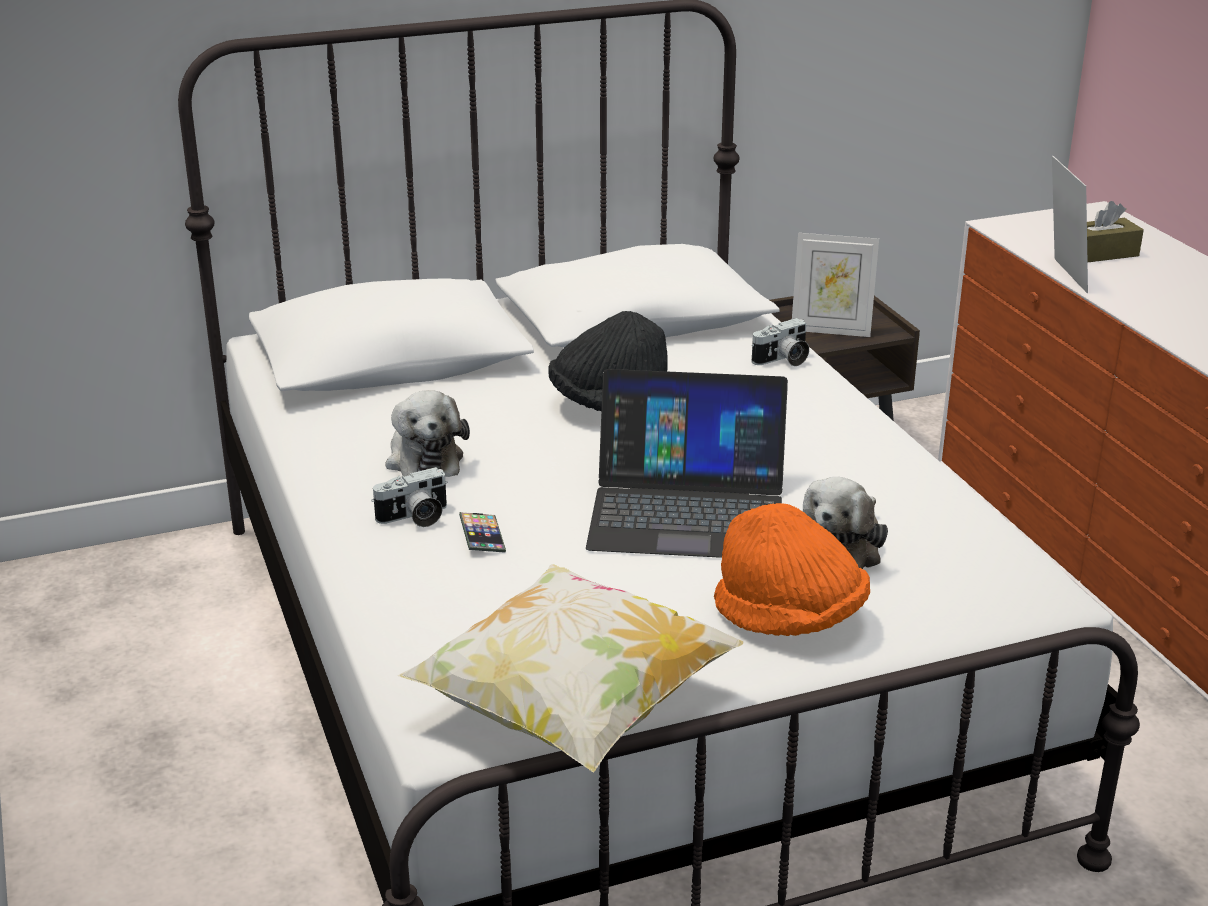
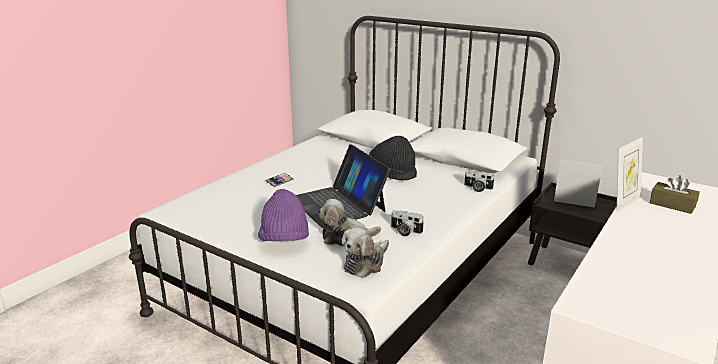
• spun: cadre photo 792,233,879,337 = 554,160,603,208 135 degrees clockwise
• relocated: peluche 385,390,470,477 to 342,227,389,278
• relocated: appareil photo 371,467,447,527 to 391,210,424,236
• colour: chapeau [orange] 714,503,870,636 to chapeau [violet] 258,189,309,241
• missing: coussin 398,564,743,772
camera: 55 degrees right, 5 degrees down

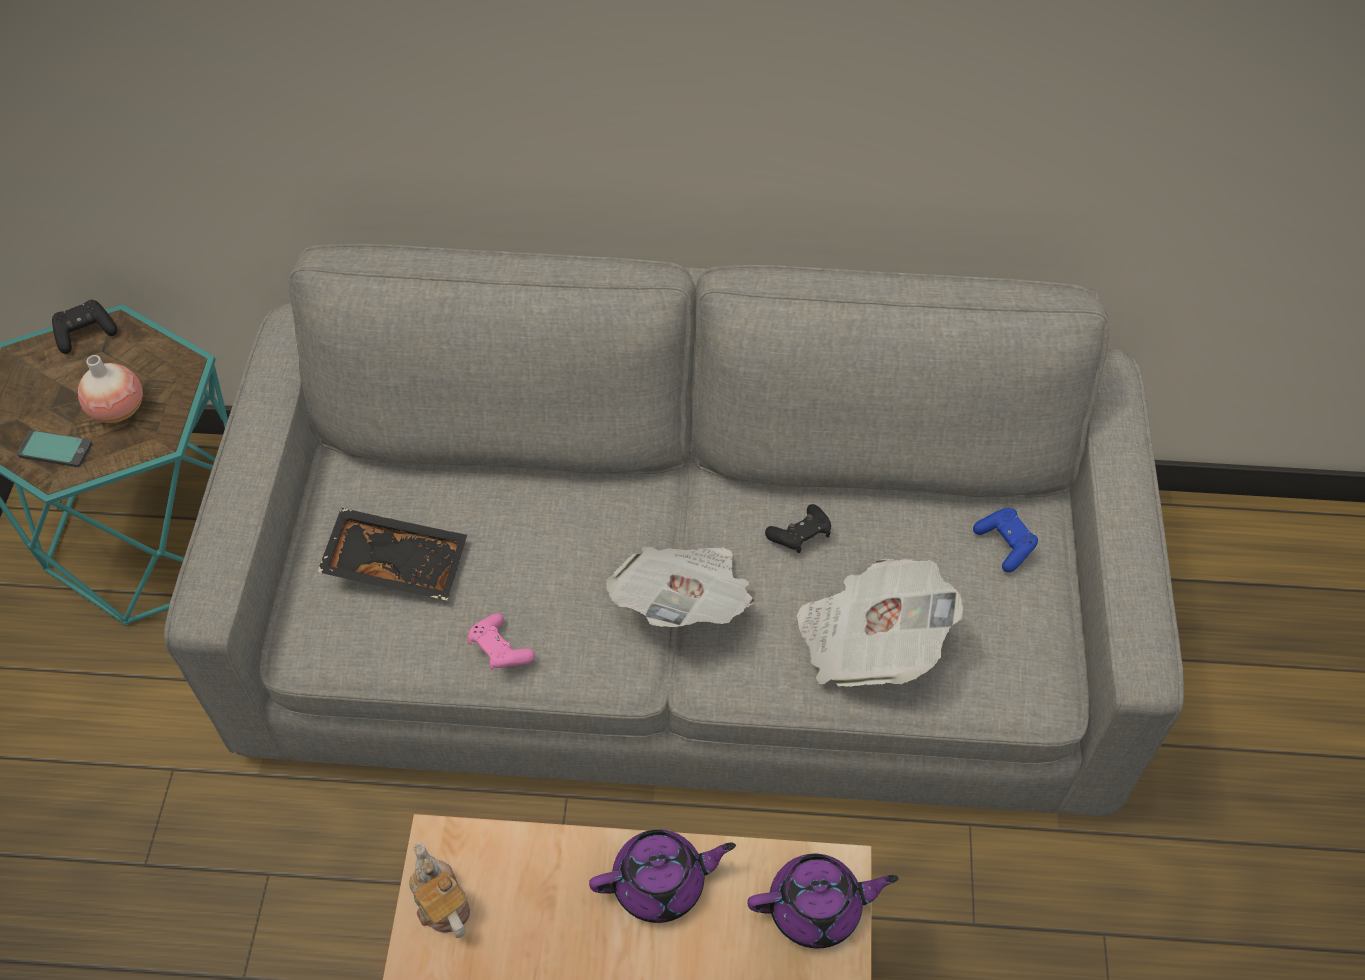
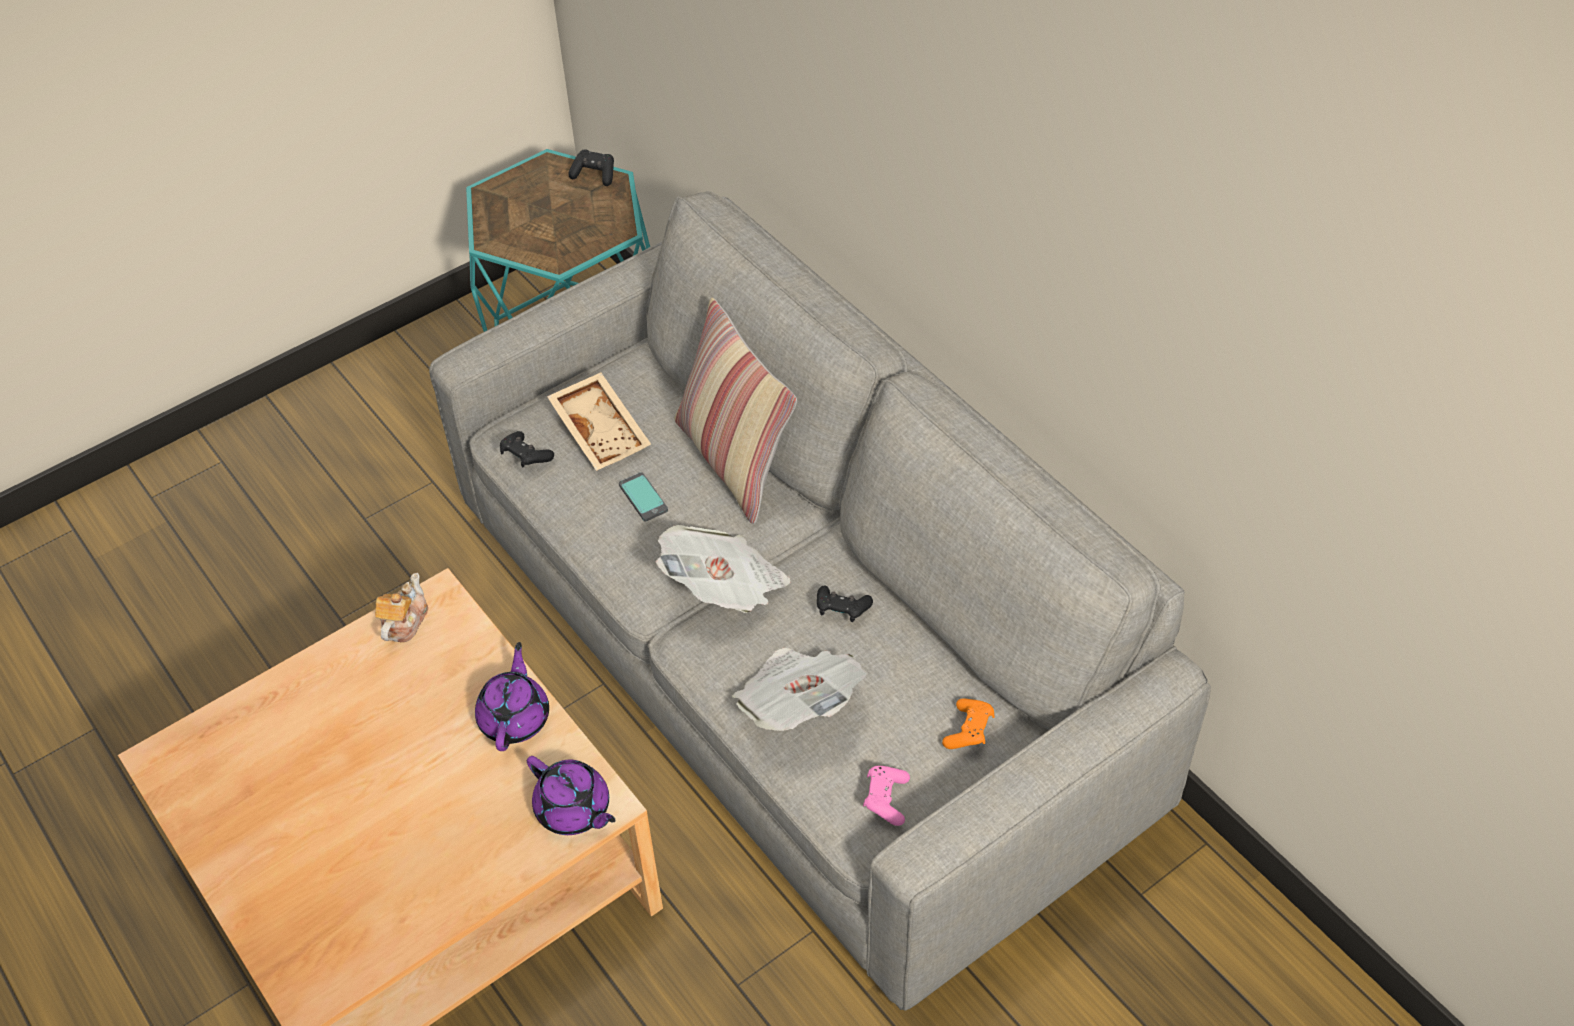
• missing: vase 78,355,143,423
• relocated: téléphone 17,430,93,467 to 619,472,668,522
• colour: plateau [noir] 318,508,467,601 to plateau [beige] 547,372,651,471
• colour: manette [bleu] 973,508,1038,572 to manette [orange] 942,699,995,749
• relocated: manette [rose] 468,613,535,670 to 863,766,910,826
• spun: théière [violet] 589,829,736,923 = 475,642,549,751 120 degrees counterclockwise
• appeared: coussin 675,298,797,524
• appeared: manette [noir] 500,431,554,468
camera: 50 degrees right, 5 degrees down

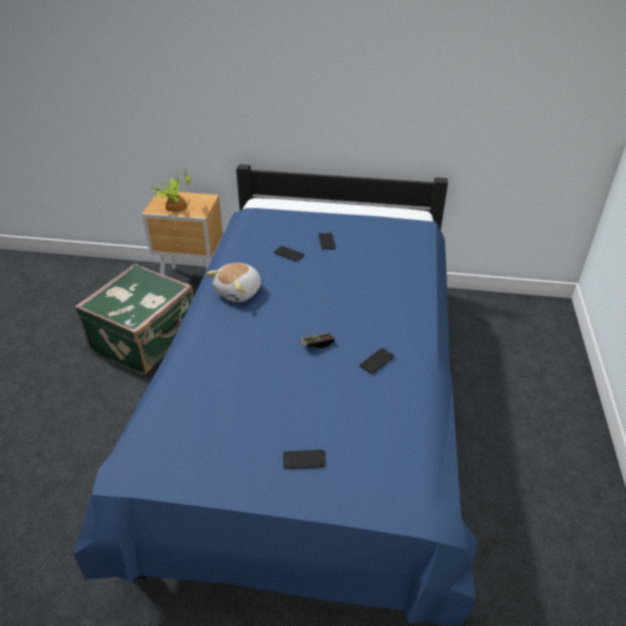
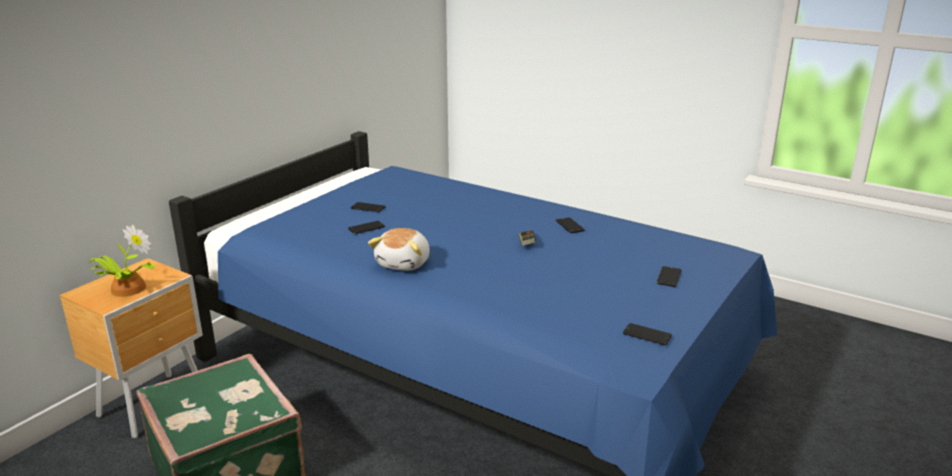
• spun: peluche 206,263,261,302 = 368,228,430,271 45 degrees clockwise
• appeared: téléphone 623,323,672,345
camera: 65 degrees left, 15 degrees down

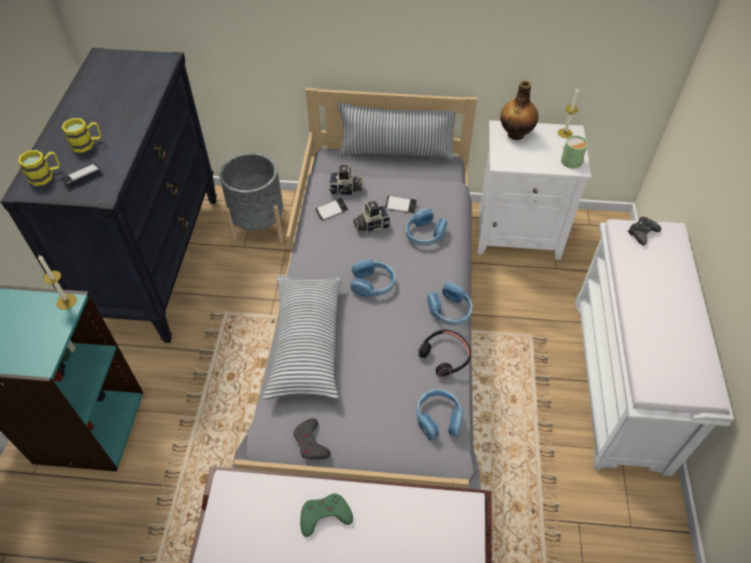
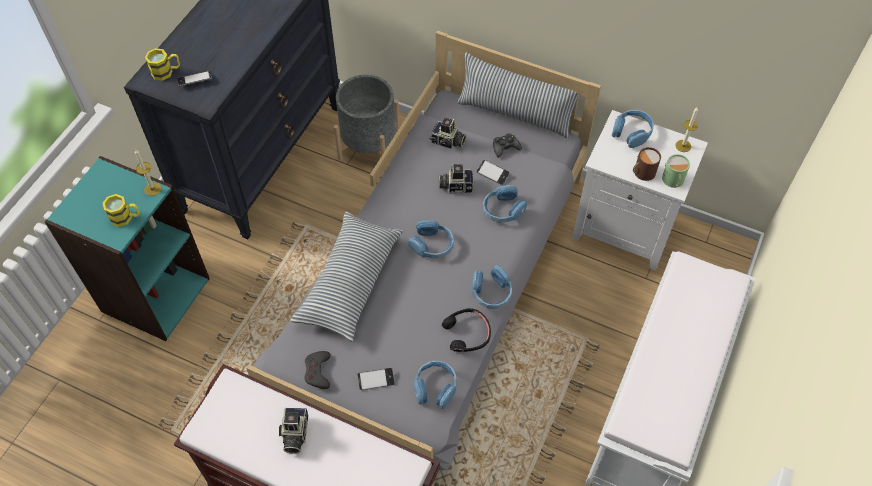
• exchanged: bouteille 500,80,538,140 to casque audio [bleu] 612,110,654,148
• relocated: mug [jaune] 61,118,101,153 to 103,194,140,227
• relocated: téléphone 315,198,348,221 to 357,368,395,390
• relocated: manette [noir] 628,217,661,246 to 493,133,522,158
• exchanged: manette [vert] 300,493,353,537 to appareil photo 279,408,308,454
• appeared: mug [marron] 633,147,661,181
camera: 20 degrees right, 5 degrees up

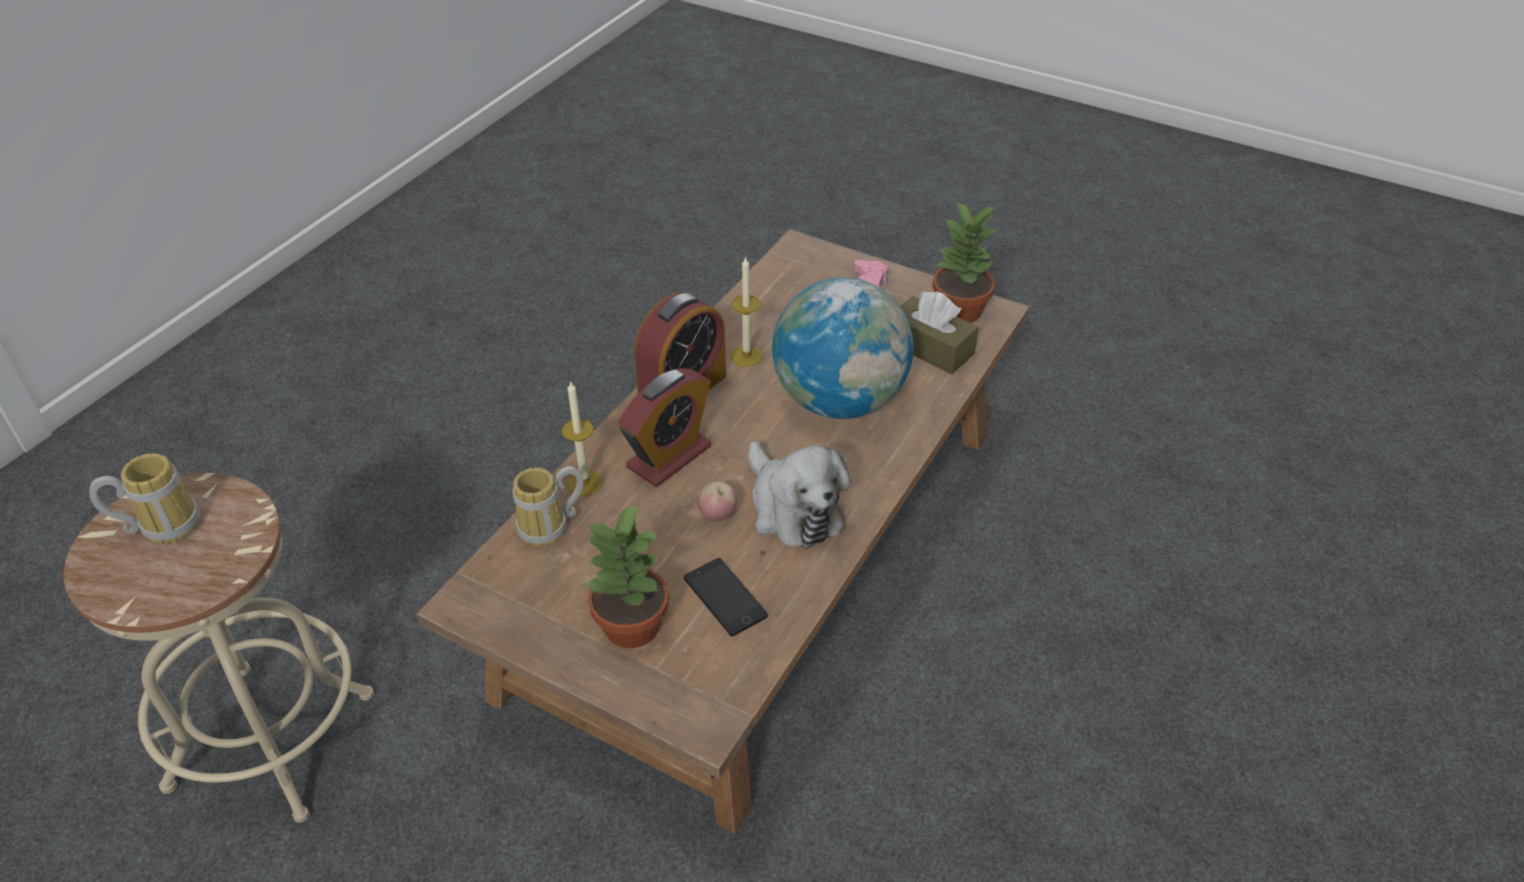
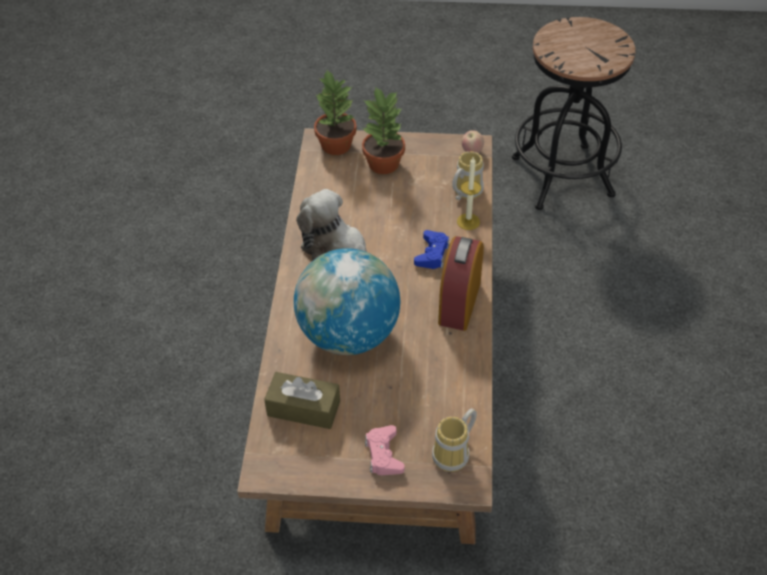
• relocated: plante en pot 933,201,999,323 to 314,70,357,155
• missing: bougie 731,256,763,367
• exchanged: réveil 618,368,711,487 to manette [bleu] 414,230,449,269
• relocated: mug 90,453,200,543 to 432,408,477,472
• colour: tabouret [beige] 63,473,374,822 to tabouret [noir] 512,17,636,210
• relocated: pomme 698,481,737,521 to 462,130,484,153
• missing: téléphone 684,558,768,636
camera: 155 degrees right, 5 degrees up

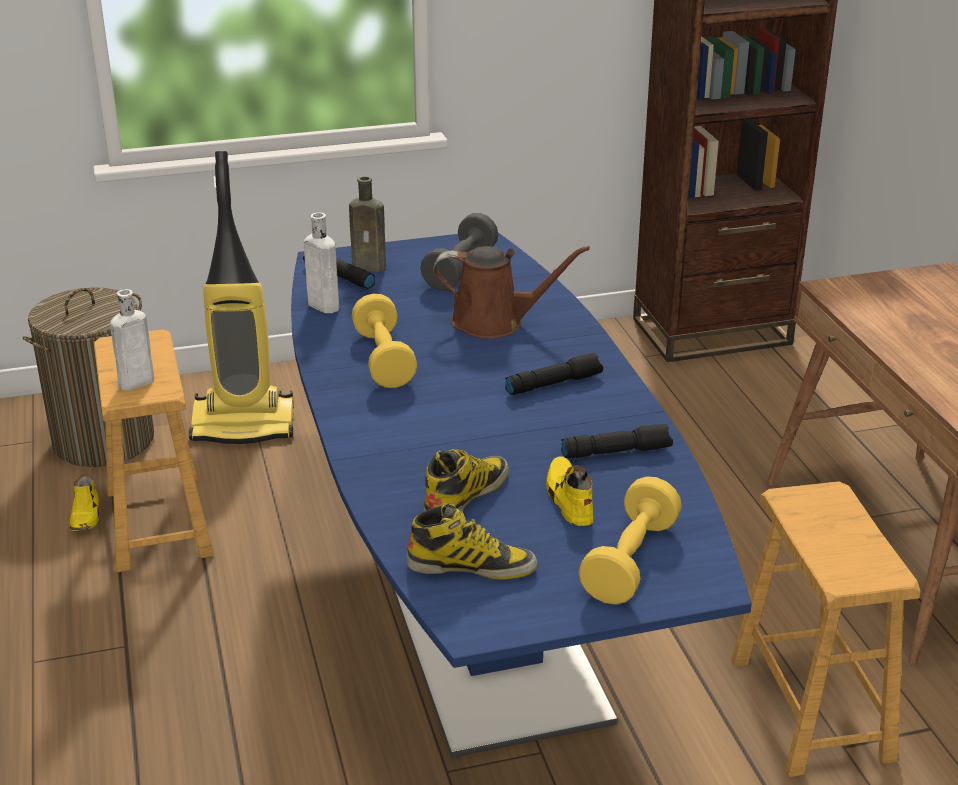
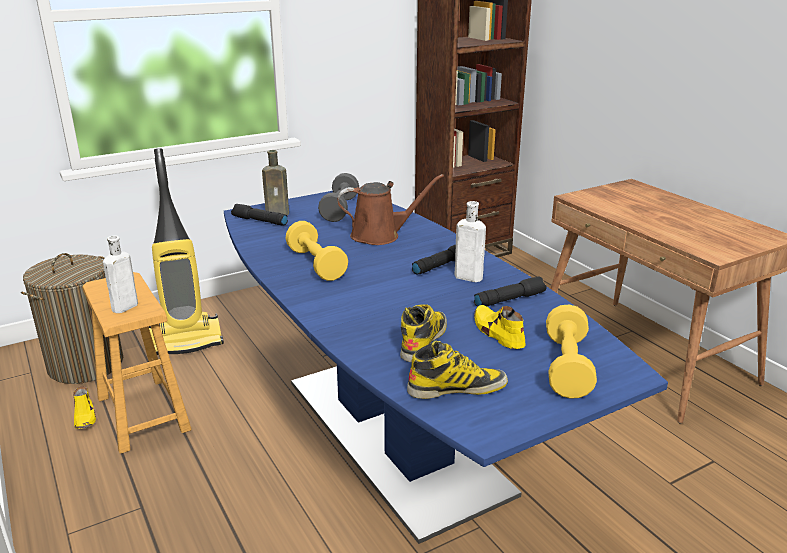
• relocated: bouteille [blanc] 304,212,339,313 to 455,201,486,282
• missing: tabouret [marron] 731,481,921,777
camera: 15 degrees left, 5 degrees down

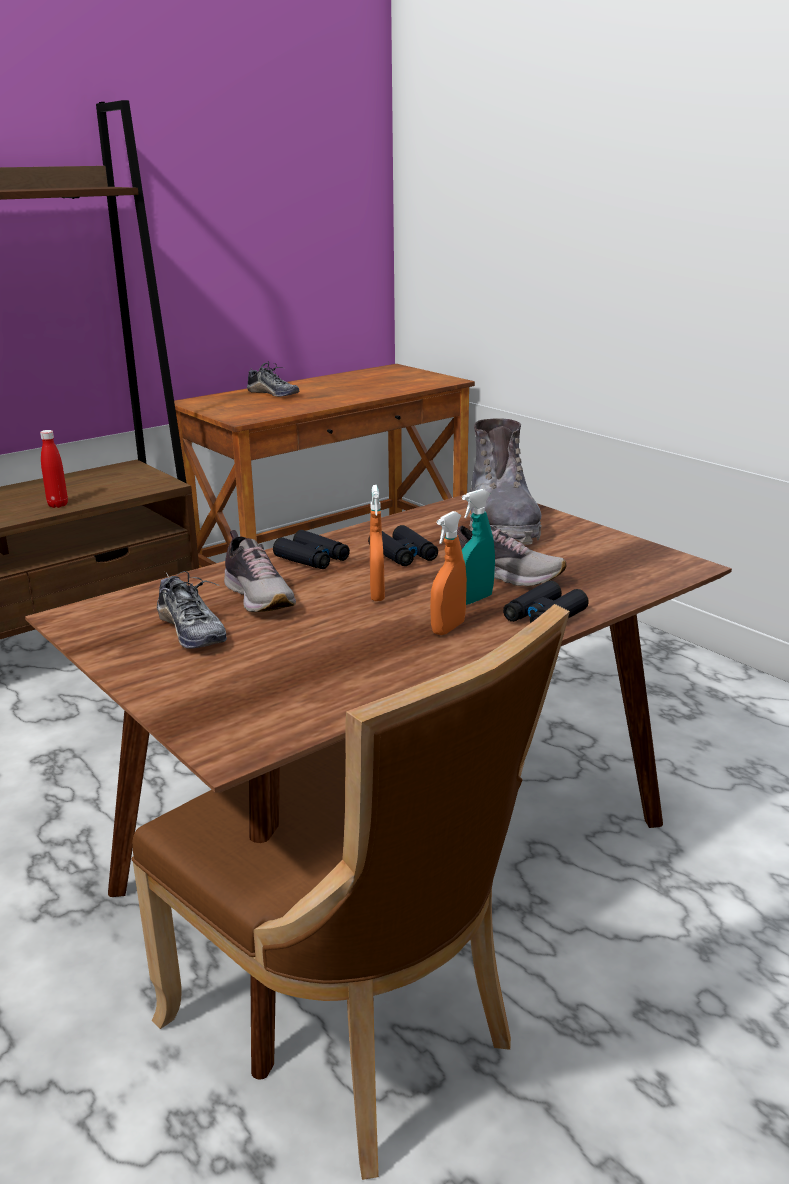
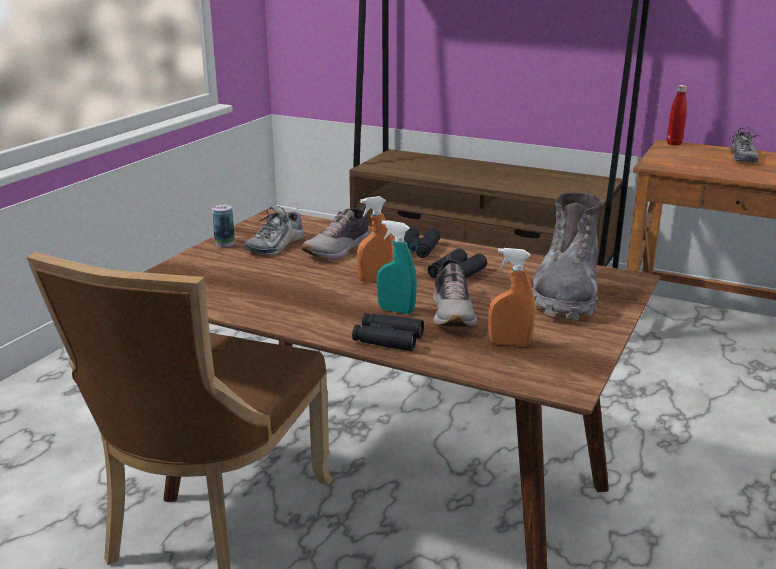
• spun: botte [gris] 470,418,542,545 = 532,193,602,320 45 degrees counterclockwise
• relocated: bouteille [rouge] 40,430,68,508 to 667,85,687,146
• relocated: vaporisateur [orange] 430,511,467,635 to 488,248,535,346
• appeared: boîte métallique 212,205,235,247
camera: 65 degrees right, 0 degrees up

